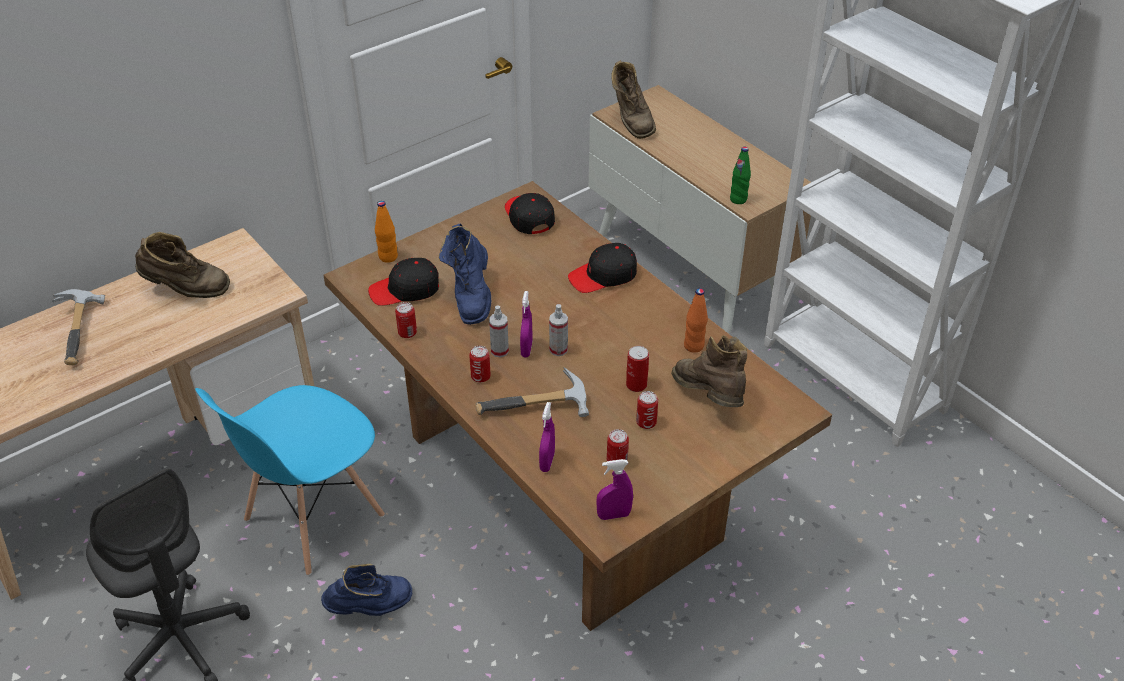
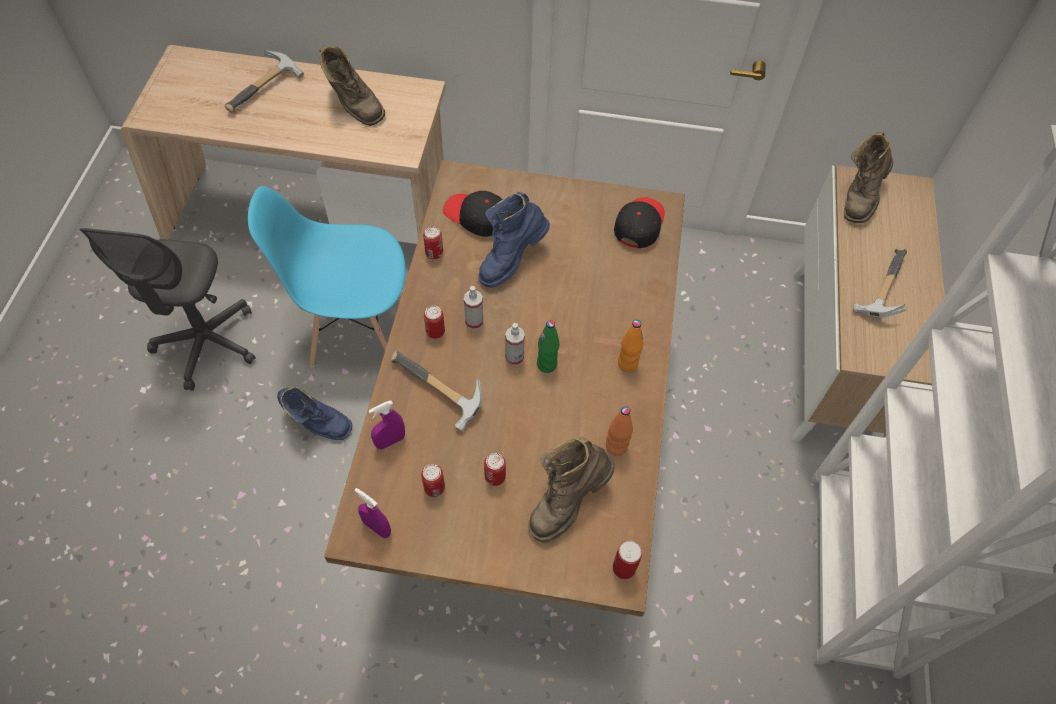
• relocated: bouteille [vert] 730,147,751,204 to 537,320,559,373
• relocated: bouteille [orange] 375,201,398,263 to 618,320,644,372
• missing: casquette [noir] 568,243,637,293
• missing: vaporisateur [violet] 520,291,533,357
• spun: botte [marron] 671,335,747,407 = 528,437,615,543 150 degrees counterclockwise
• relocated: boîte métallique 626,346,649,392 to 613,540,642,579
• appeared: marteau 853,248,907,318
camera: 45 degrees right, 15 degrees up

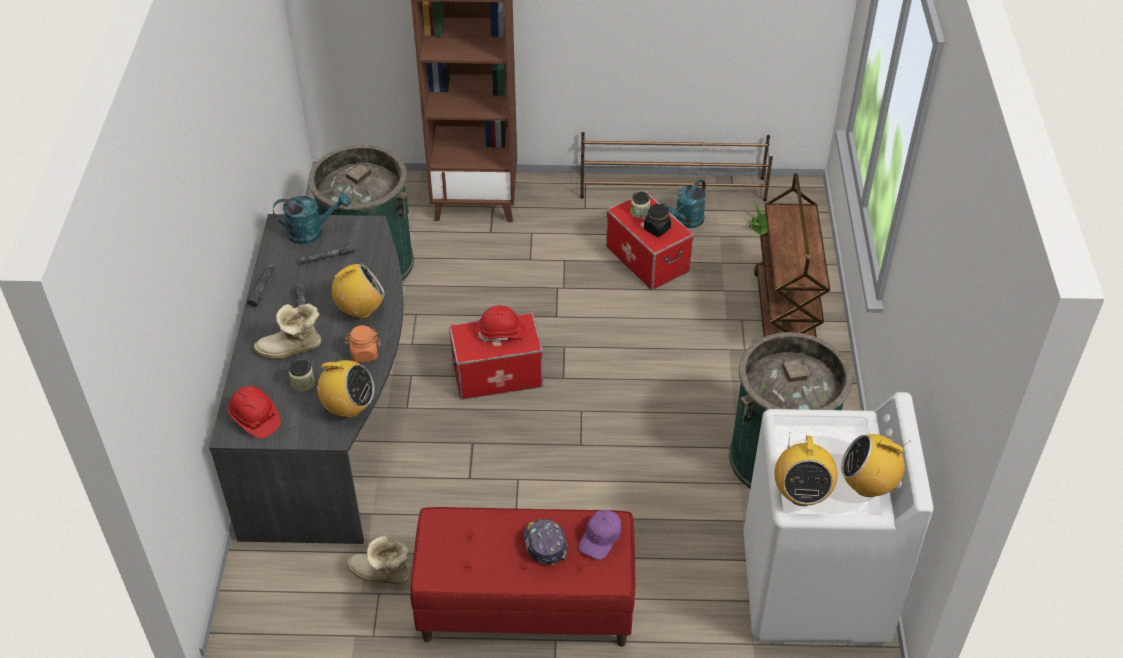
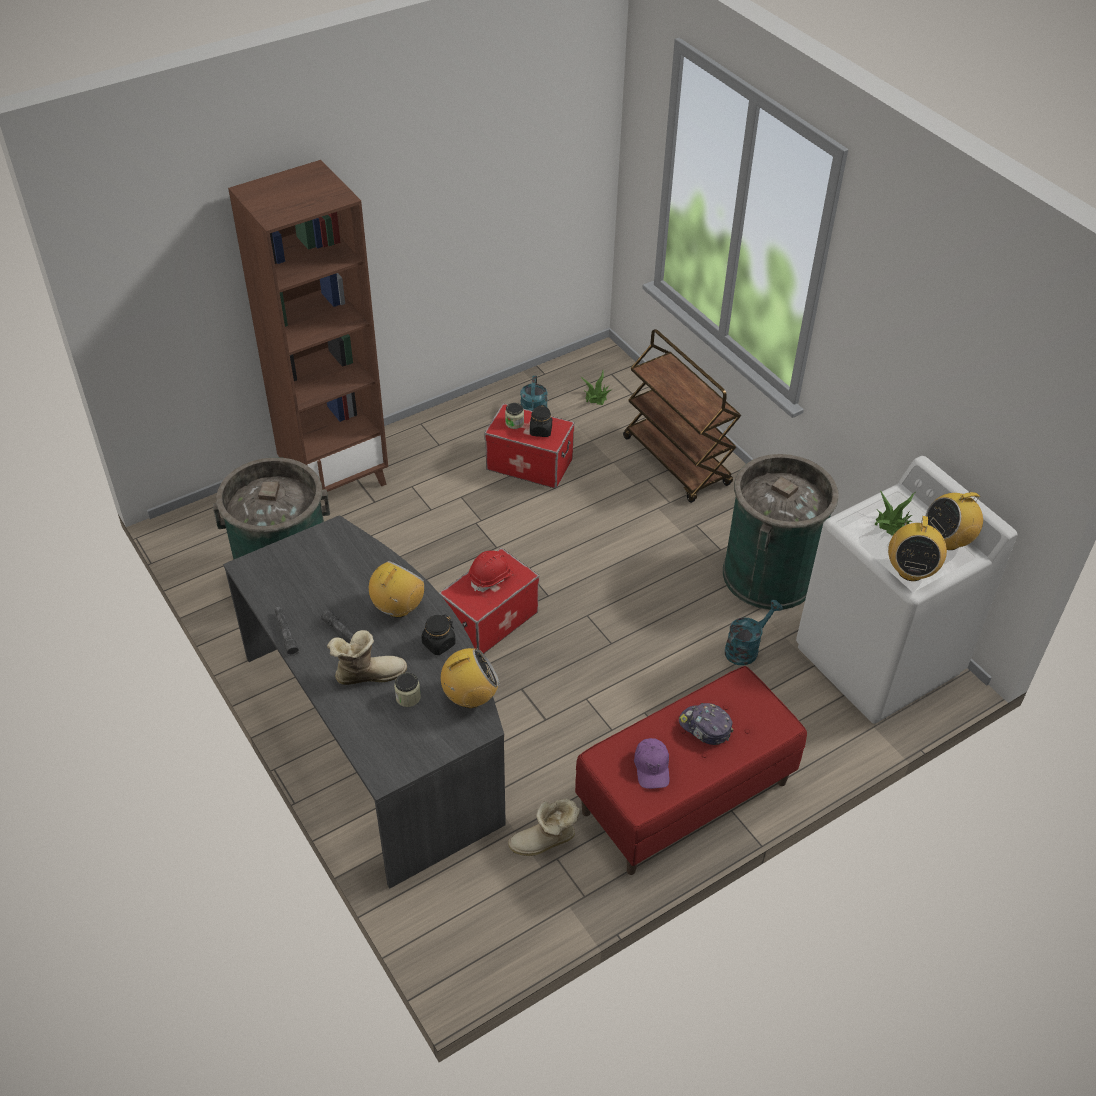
• missing: étagère à chaussures [marron] 580,132,773,201
• relocated: arrosoir [turquoise] 273,193,350,244 to 725,600,783,665
• missing: lampe de poche [gris] 300,242,355,264
• spun: botte 254,303,322,359 = 327,630,407,685 150 degrees counterclockwise
• colour: bocal [orange] 345,325,380,362 to bocal [noir] 421,615,456,655
• missing: casque de chantier [rouge] 228,386,281,438
• spun: radio 774,432,838,506 = 888,515,947,581 45 degrees clockwise
• relocated: casquette [violet] 578,510,622,560 to 634,738,669,789
• appeared: plante en pot 874,491,915,536
camera: 35 degrees left, 0 degrees up

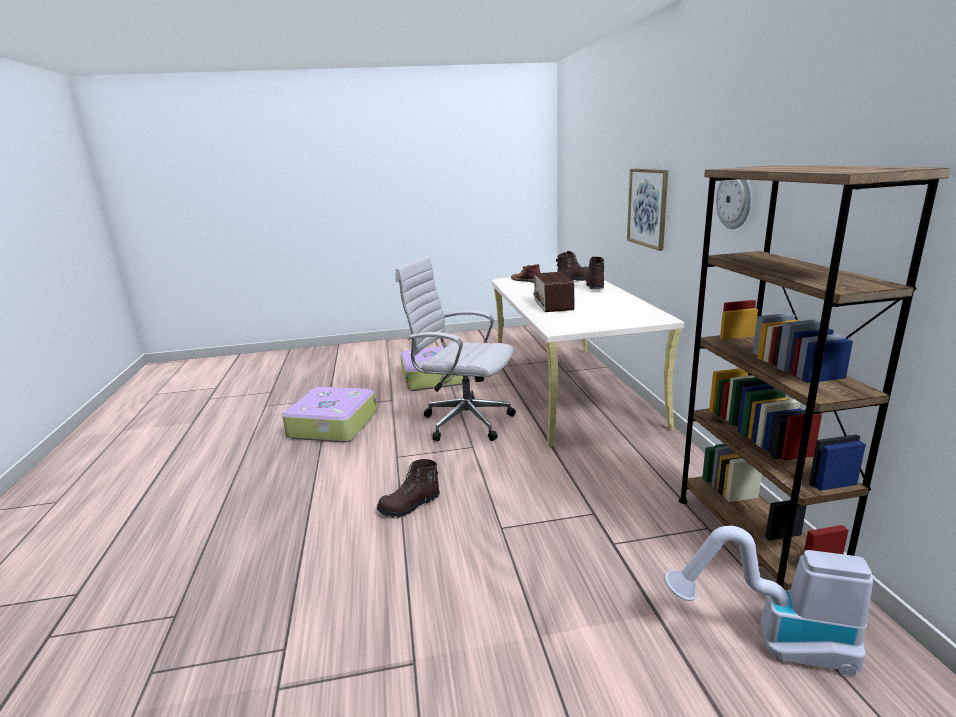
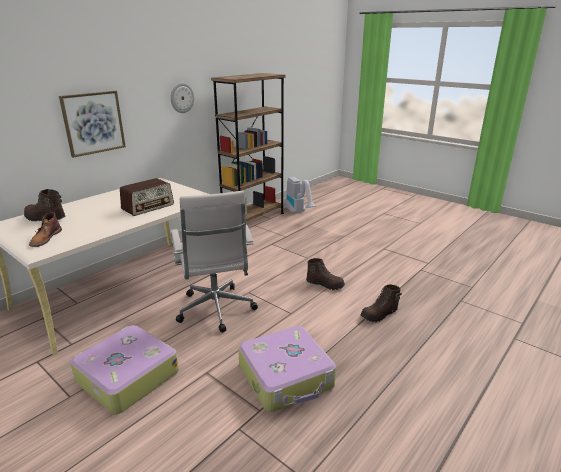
• relocated: botte [marron] 585,257,604,289 to 360,284,402,322
camera: 130 degrees left, 5 degrees up

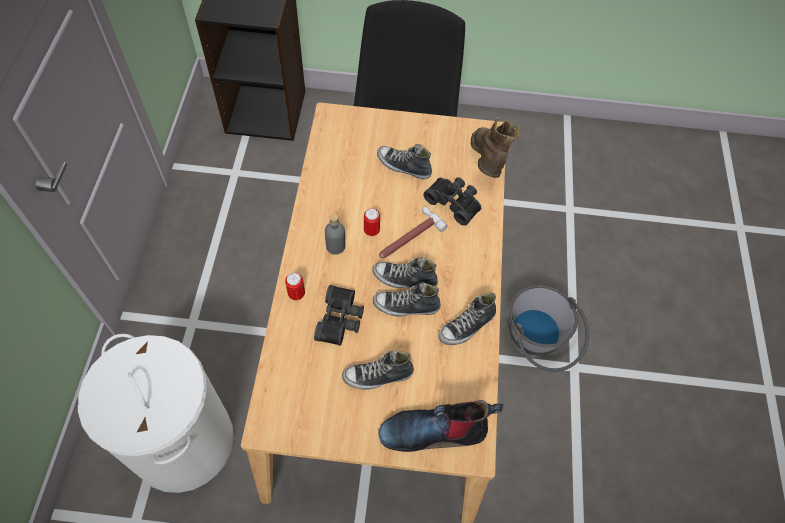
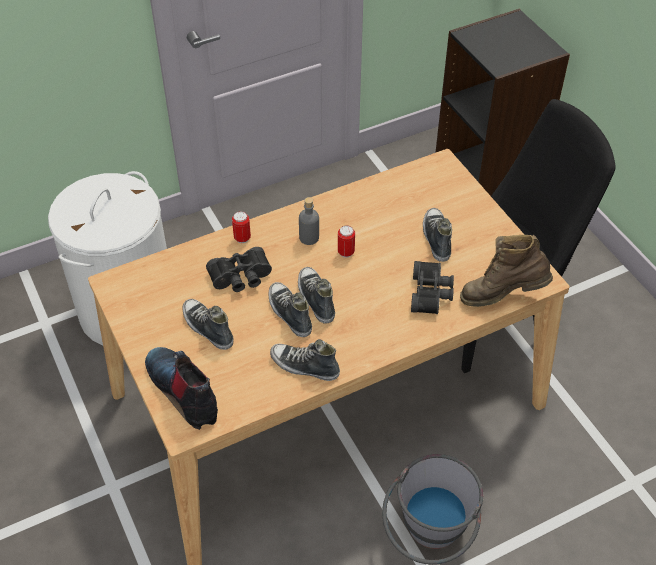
• spun: botte [marron] 471,117,521,178 = 460,235,553,307 150 degrees counterclockwise
• missing: marteau 379,206,448,259
camera: 60 degrees right, 10 degrees down

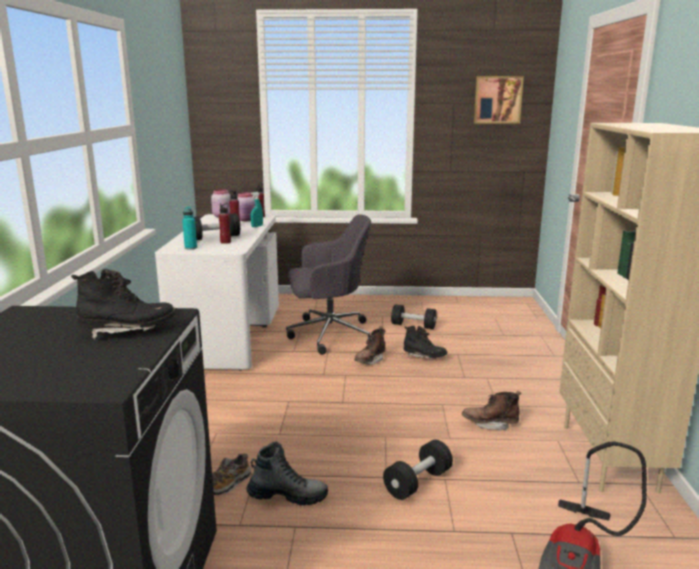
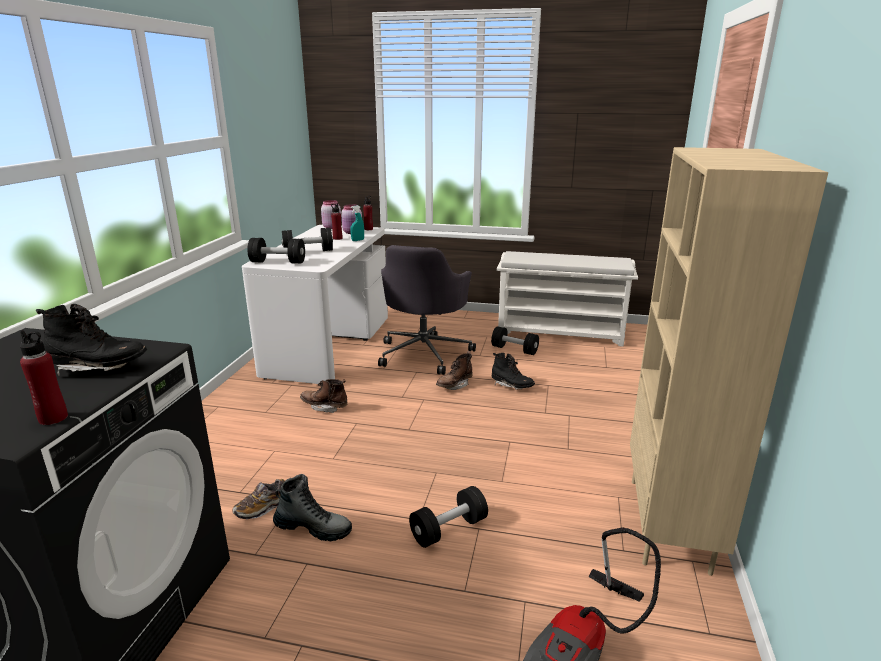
• missing: tableau 474,76,524,124
• relocated: bouteille [rouge] 219,203,231,244 to 20,330,68,425
• exchanged: bouteille [turquoise] 182,207,197,249 to haltère [noir] 247,238,305,263
• spun: chaise de bureau [gris] 286,214,371,355 = 378,245,476,375 105 degrees clockwise
• relocated: botte [marron] 462,391,521,430 to 300,379,348,413
• appeared: étagère à chaussures [blanc] 497,251,638,347
camera: 10 degrees right, 5 degrees up

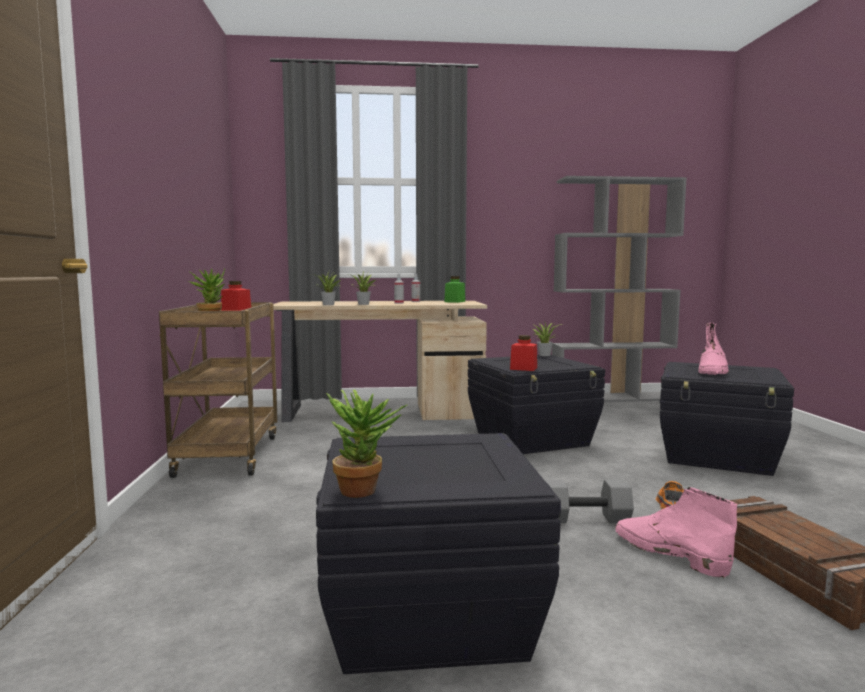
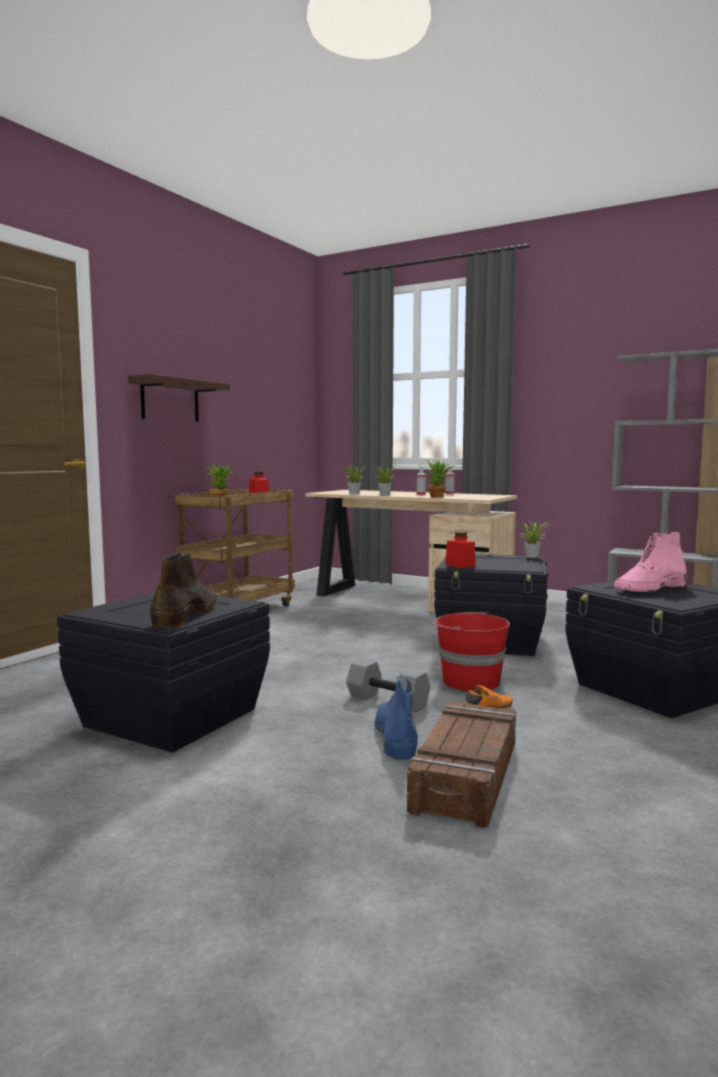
• missing: bocal [vert] 444,276,465,303
• relocated: plante en pot 326,390,407,498 to 427,460,454,498
• colour: botte [rose] 615,487,737,578 to botte [bleu] 374,676,418,760
• appeared: étagère 128,374,230,422
• appeared: botte [marron] 150,551,217,628
• appeared: seau [rouge] 432,612,510,691
camera: 35 degrees right, 0 degrees up

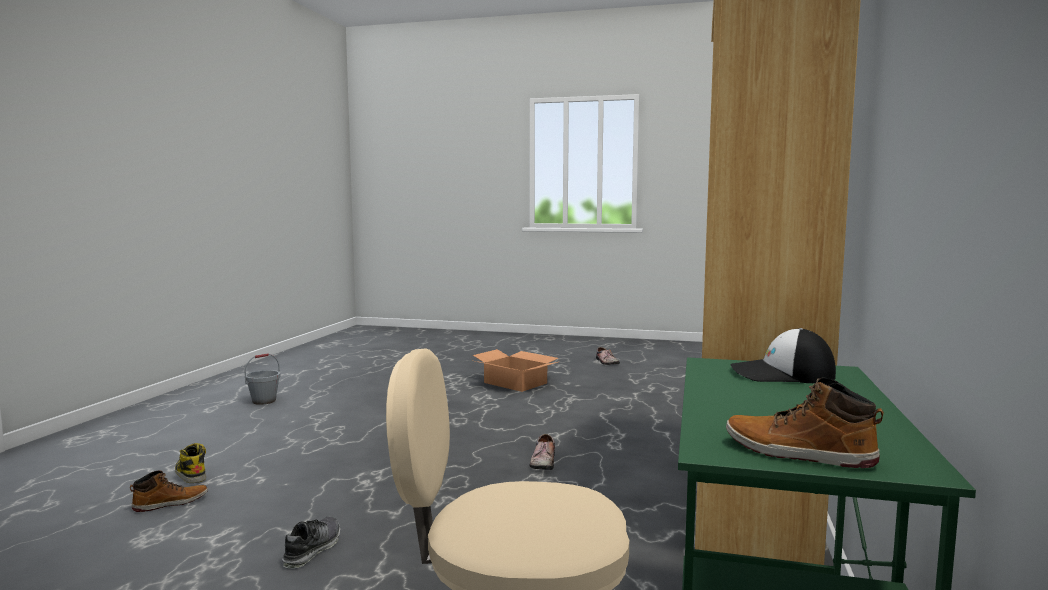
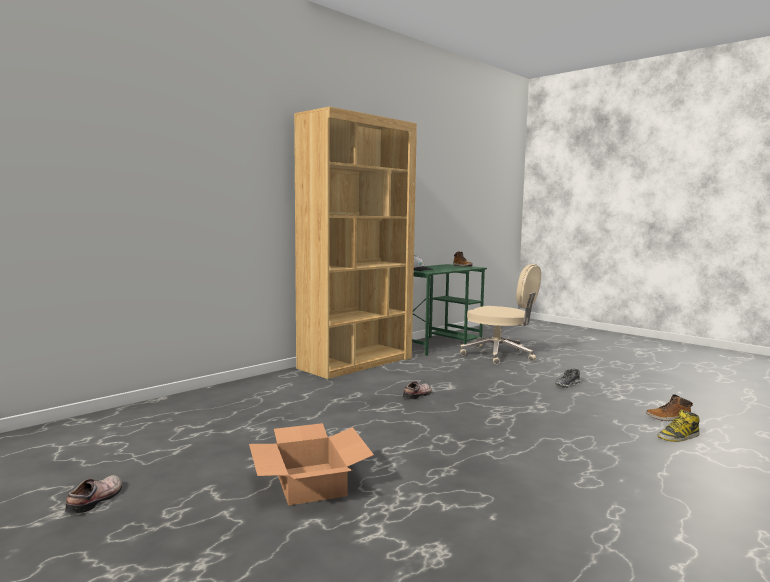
• missing: seau [gris] 244,353,281,405
• spun: botte 175,443,206,483 = 657,409,700,442 75 degrees clockwise
camera: 150 degrees left, 0 degrees up

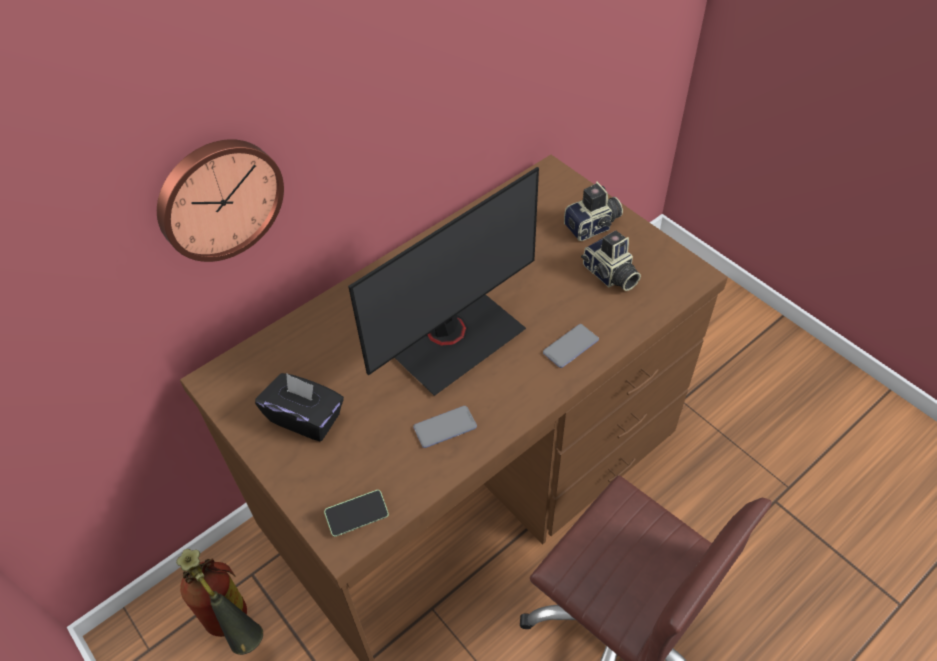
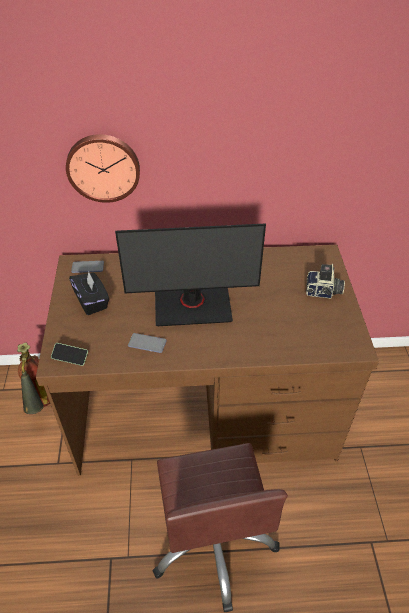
• missing: appareil photo 581,230,641,291
• relocated: téléphone 543,324,599,368 to 71,261,104,273
camera: 35 degrees right, 5 degrees down

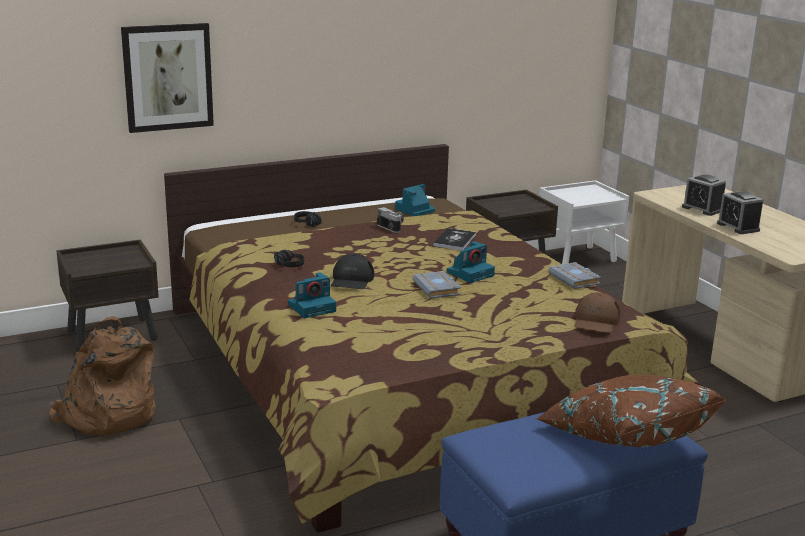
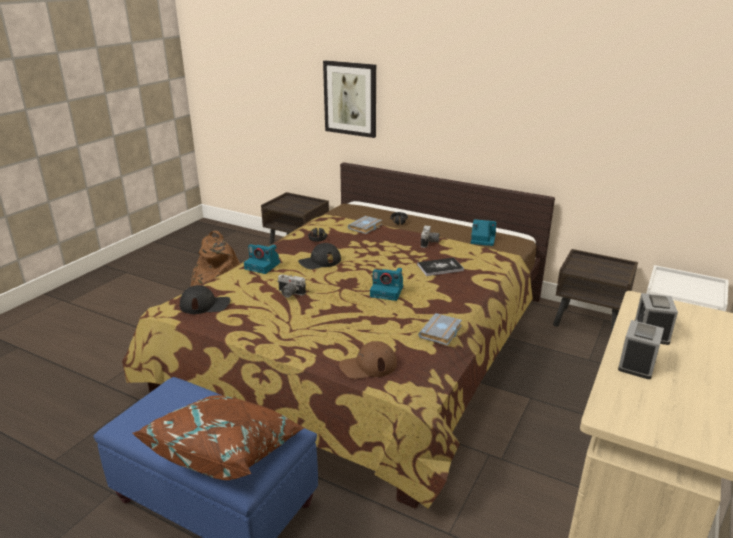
• relocated: livre [gris] 413,271,461,299 to 348,216,382,234
• appeared: appareil photo 277,274,306,298
• appeared: casquette [noir] 179,285,230,314
camera: 55 degrees right, 5 degrees up

